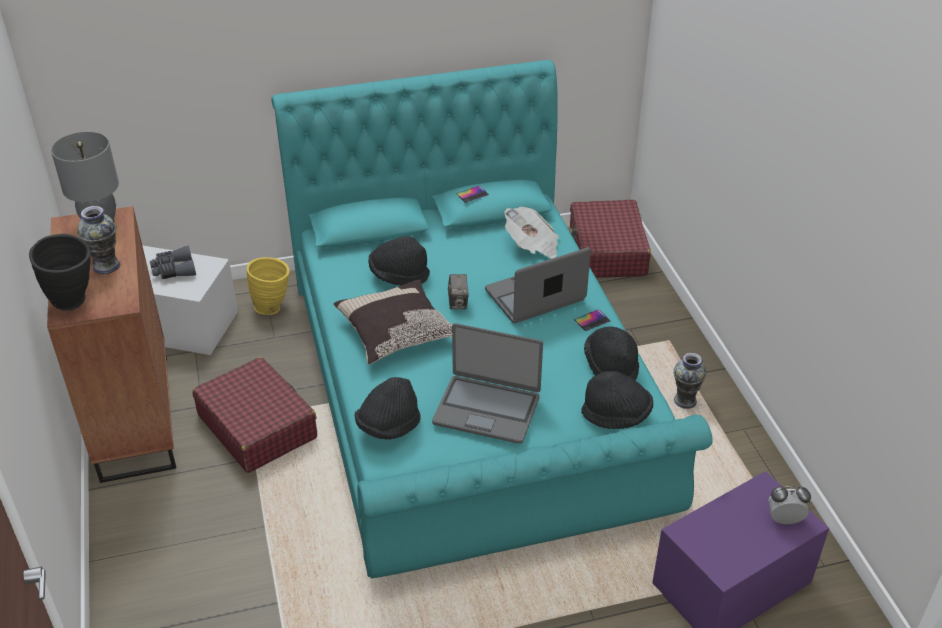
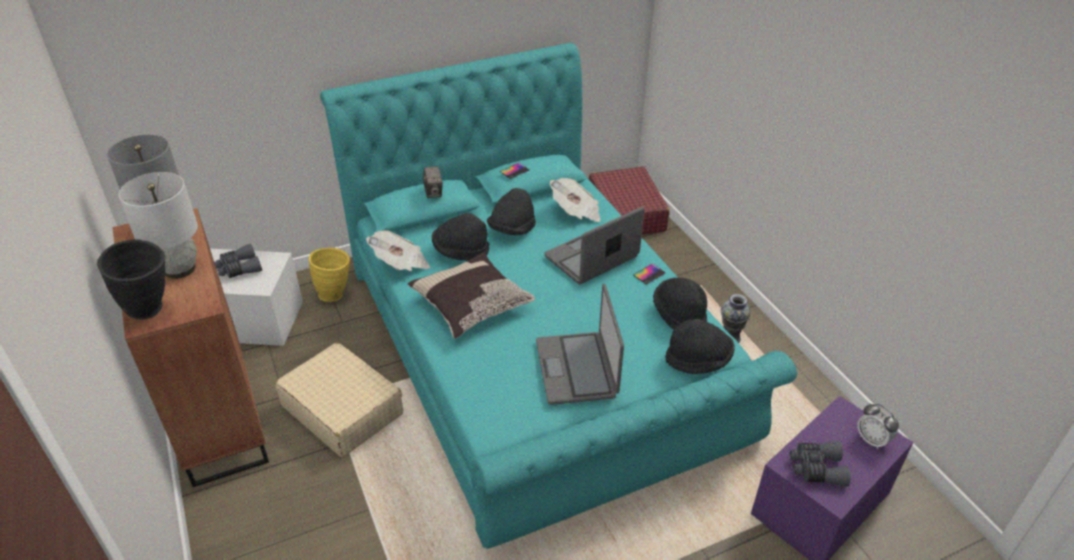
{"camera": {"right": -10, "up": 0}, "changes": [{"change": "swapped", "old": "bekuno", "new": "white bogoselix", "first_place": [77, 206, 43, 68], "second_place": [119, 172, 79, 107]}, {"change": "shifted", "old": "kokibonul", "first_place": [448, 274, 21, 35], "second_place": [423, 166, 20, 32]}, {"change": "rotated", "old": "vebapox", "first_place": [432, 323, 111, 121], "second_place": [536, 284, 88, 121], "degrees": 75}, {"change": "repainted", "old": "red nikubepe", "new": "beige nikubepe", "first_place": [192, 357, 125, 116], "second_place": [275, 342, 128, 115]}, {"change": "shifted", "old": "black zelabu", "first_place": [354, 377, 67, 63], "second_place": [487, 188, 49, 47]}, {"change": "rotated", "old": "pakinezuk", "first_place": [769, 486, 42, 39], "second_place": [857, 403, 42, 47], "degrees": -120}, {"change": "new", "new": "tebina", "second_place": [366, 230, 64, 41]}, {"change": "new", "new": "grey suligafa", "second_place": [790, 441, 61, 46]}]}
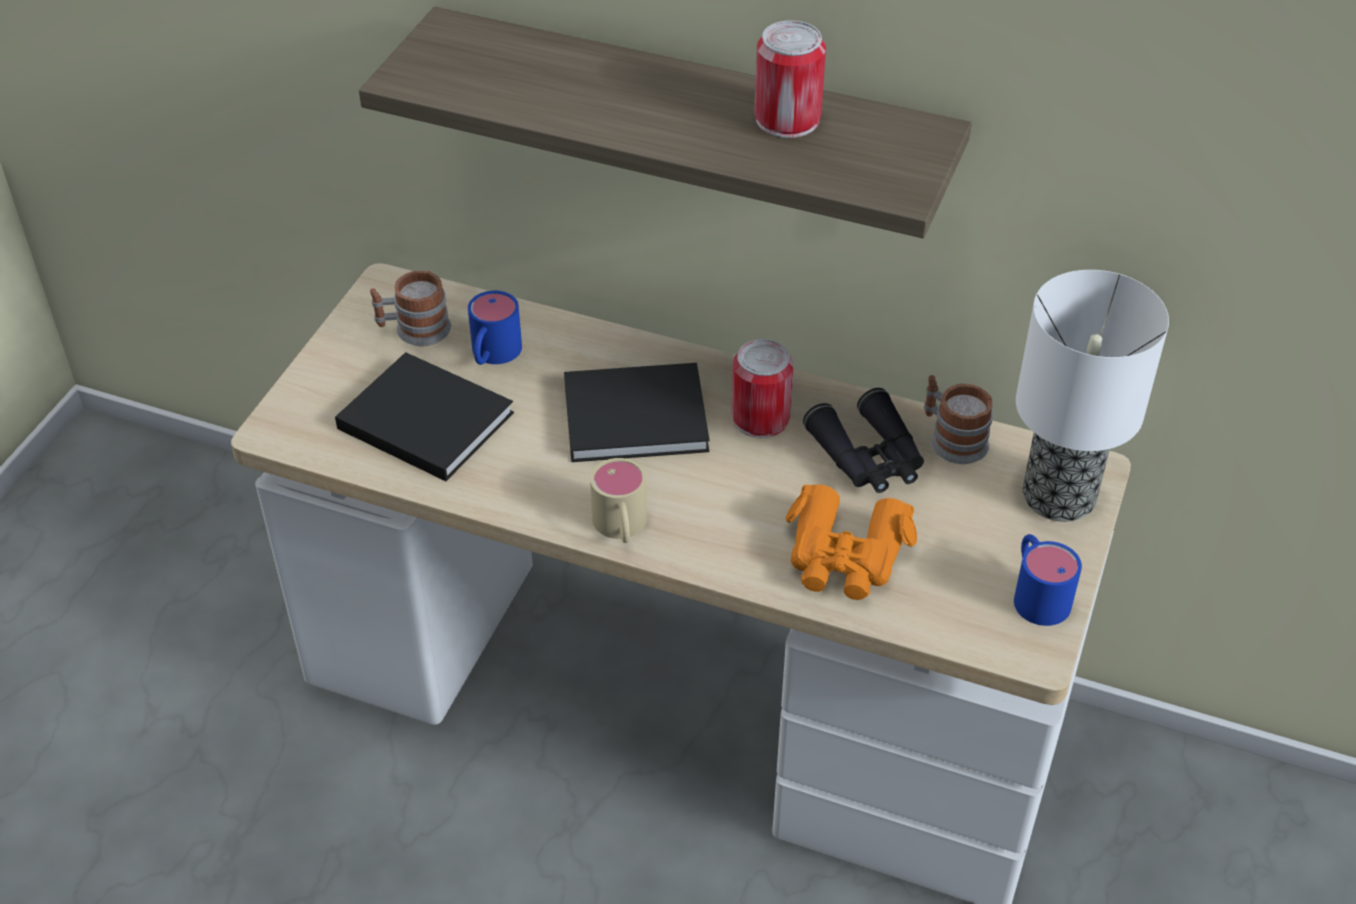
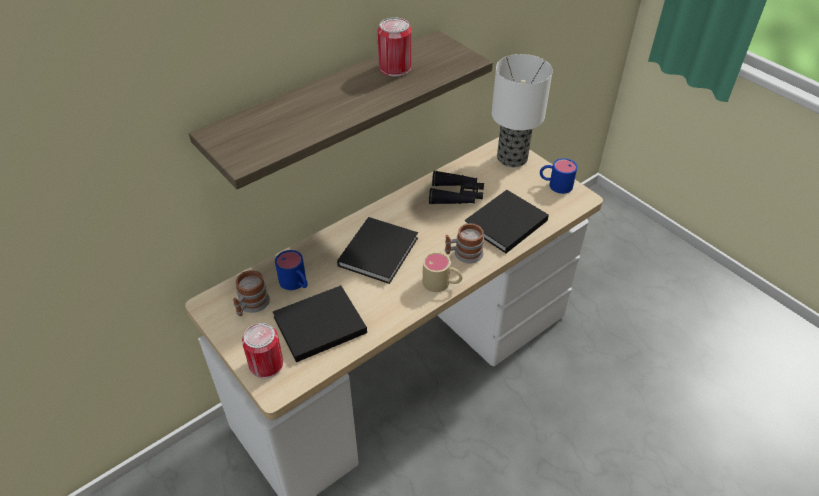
{"camera": {"right": -60, "up": 0}, "changes": [{"change": "shifted", "old": "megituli", "first_place": [731, 339, 63, 99], "second_place": [242, 323, 41, 55]}, {"change": "shifted", "old": "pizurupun", "first_place": [924, 375, 69, 89], "second_place": [445, 224, 39, 40]}, {"change": "swapped", "old": "orange suligafa", "new": "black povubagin", "first_place": [786, 484, 131, 116], "second_place": [465, 190, 84, 63]}]}
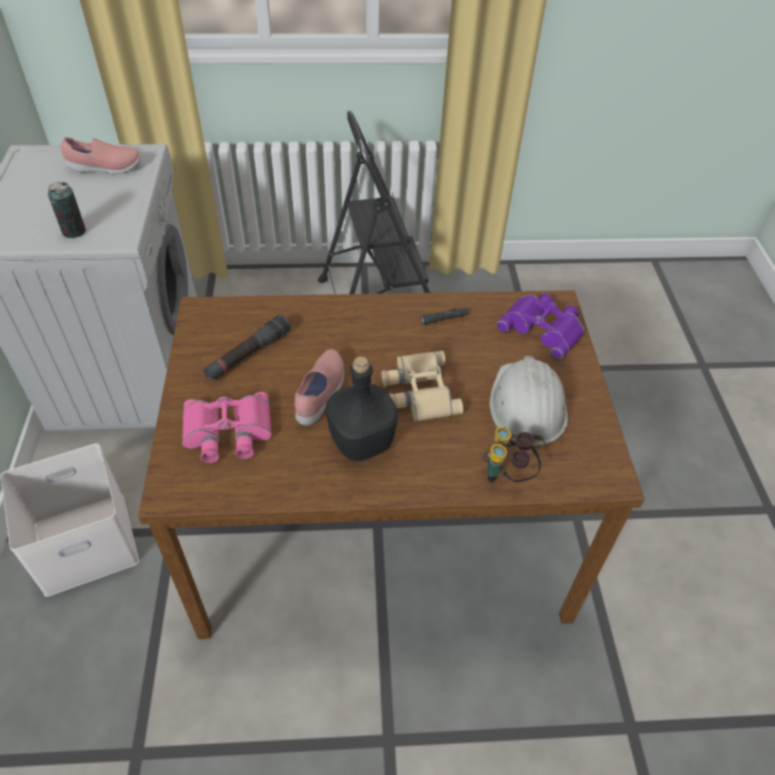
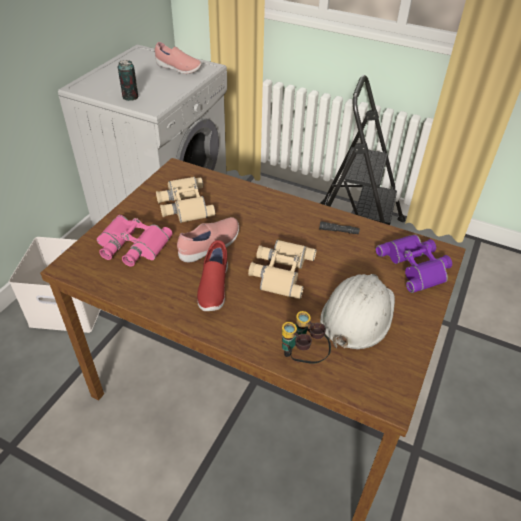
{"camera": {"right": 30, "up": -5}, "changes": [{"change": "swapped", "old": "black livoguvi", "new": "beige suligafa", "first_place": [203, 314, 88, 67], "second_place": [156, 177, 59, 46]}, {"change": "swapped", "old": "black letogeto", "new": "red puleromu", "first_place": [326, 356, 72, 105], "second_place": [197, 240, 31, 71]}]}
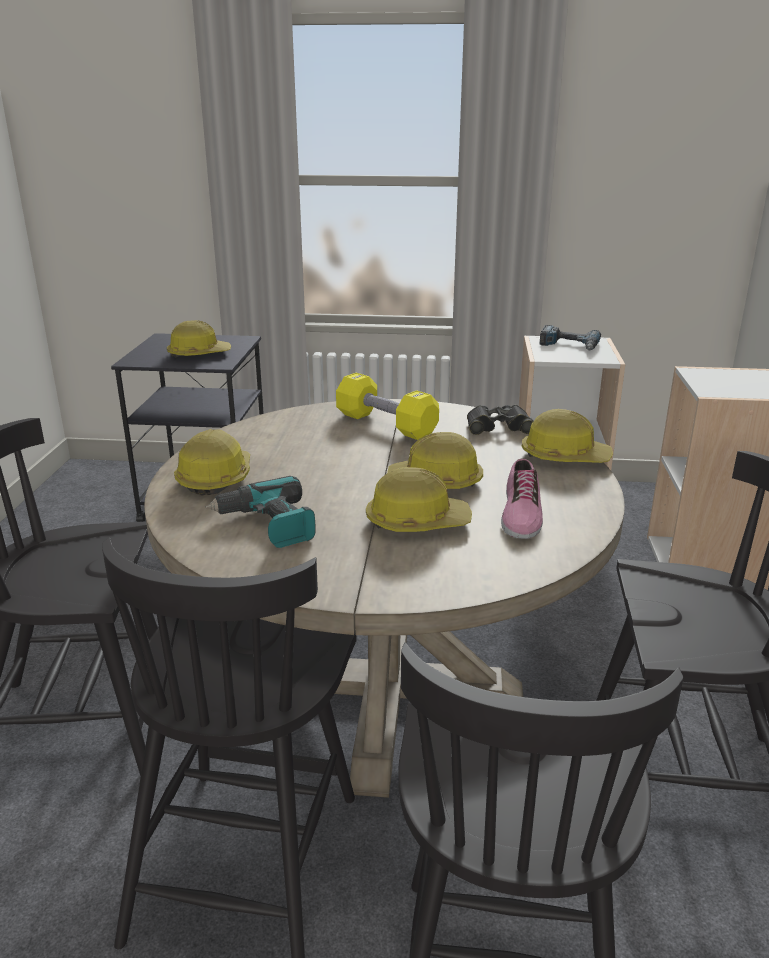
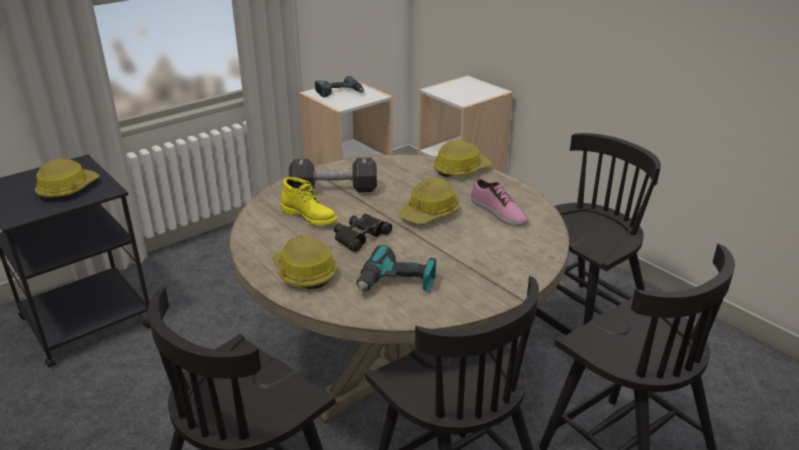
{"camera": {"right": -45, "up": 5}, "changes": [{"change": "repainted", "old": "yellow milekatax", "new": "black milekatax", "first_place": [336, 373, 103, 67], "second_place": [289, 158, 88, 35]}, {"change": "shifted", "old": "black suligafa", "first_place": [467, 405, 66, 30], "second_place": [334, 214, 58, 38]}, {"change": "gone", "old": "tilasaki", "first_place": [366, 467, 106, 65]}, {"change": "new", "new": "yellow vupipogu", "second_place": [281, 177, 56, 48]}]}
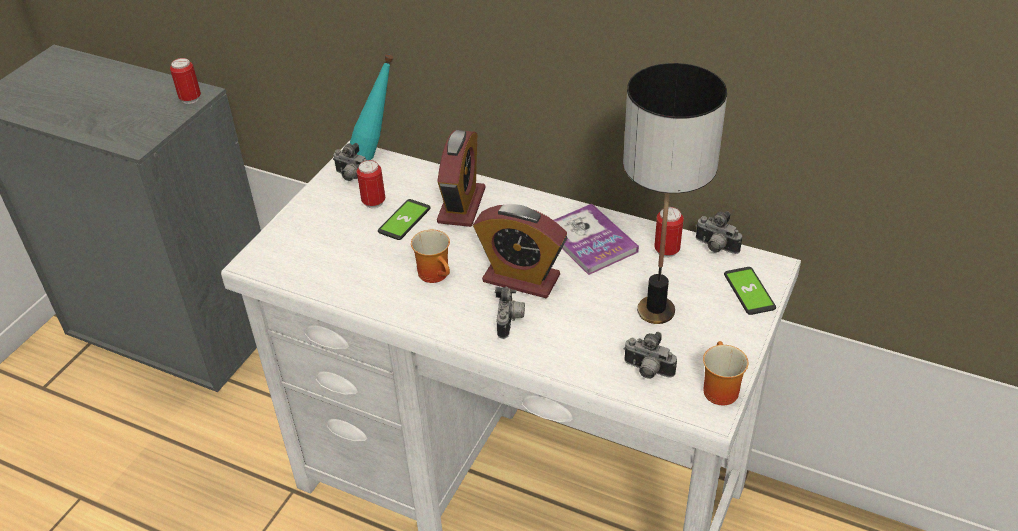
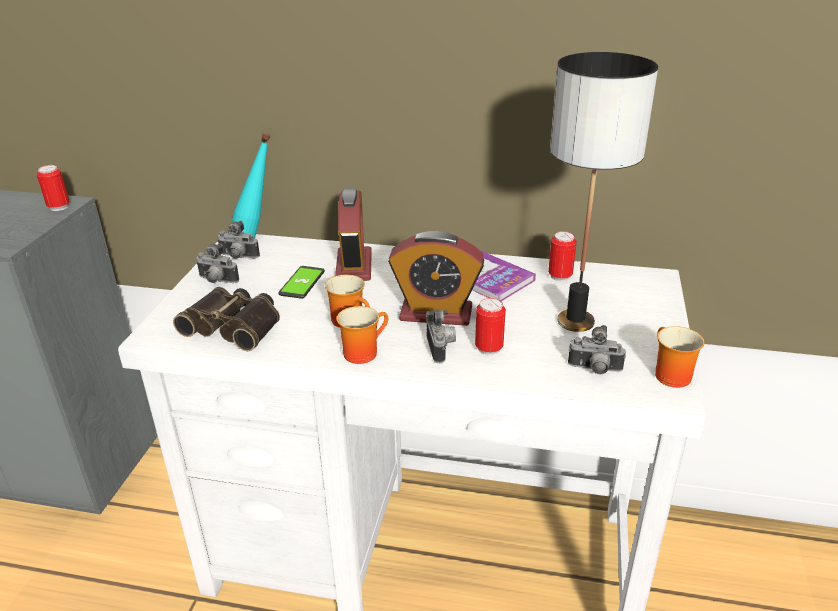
{"camera": {"right": -15, "up": -10}, "changes": [{"change": "shifted", "old": "megituli", "first_place": [357, 160, 28, 48], "second_place": [475, 298, 31, 57]}, {"change": "shifted", "old": "kokibonul", "first_place": [696, 211, 46, 43], "second_place": [196, 243, 43, 40]}, {"change": "gone", "old": "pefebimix", "first_place": [724, 267, 52, 48]}, {"change": "new", "new": "suligafa", "second_place": [173, 287, 107, 65]}, {"change": "new", "new": "pizurupun", "second_place": [336, 306, 52, 58]}]}
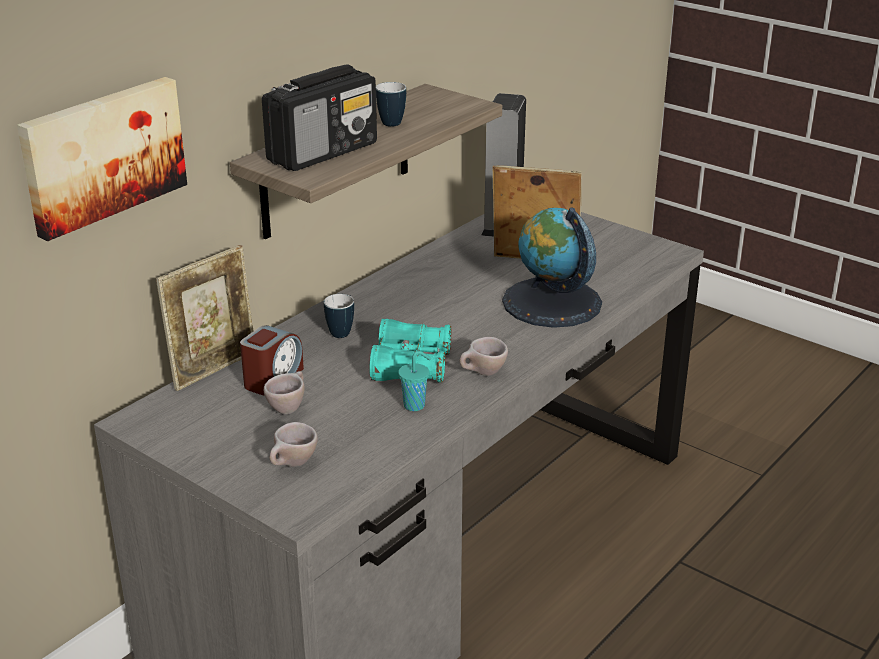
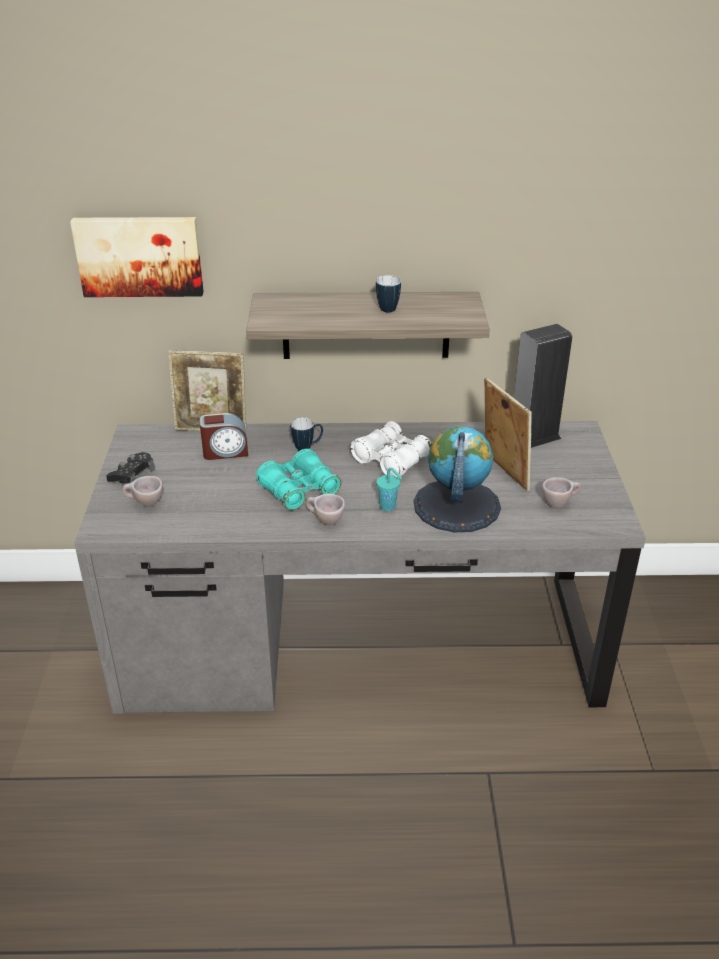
{"camera": {"right": 50, "up": 5}, "changes": [{"change": "gone", "old": "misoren", "first_place": [262, 64, 115, 107]}, {"change": "shifted", "old": "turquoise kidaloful", "first_place": [398, 351, 33, 60], "second_place": [376, 468, 26, 43]}, {"change": "shifted", "old": "beige kidaloful", "first_place": [264, 371, 41, 44], "second_place": [542, 477, 39, 31]}, {"change": "new", "new": "white suligafa", "second_place": [350, 421, 82, 57]}, {"change": "new", "new": "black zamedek", "second_place": [106, 452, 49, 32]}]}
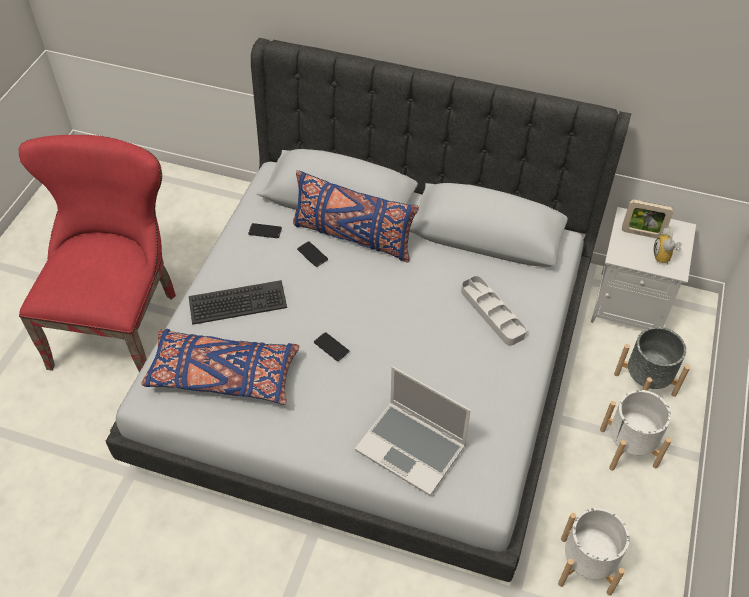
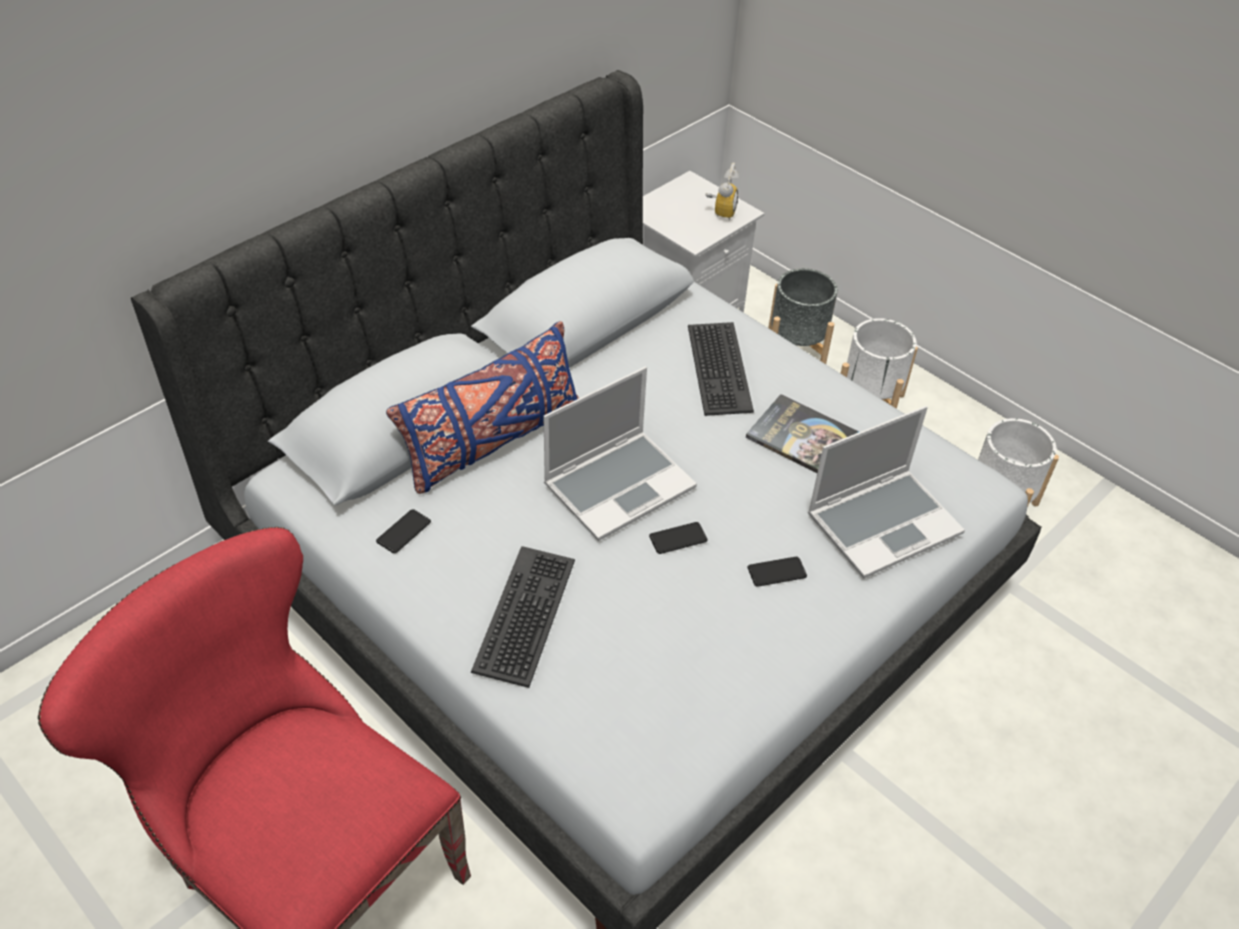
{"camera": {"right": -65, "up": -5}, "changes": [{"change": "gone", "old": "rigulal", "first_place": [622, 200, 51, 39]}, {"change": "rotated", "old": "pakinezuk", "first_place": [653, 226, 29, 39], "second_place": [705, 163, 35, 57], "degrees": -105}, {"change": "shifted", "old": "pefebimix", "first_place": [297, 241, 31, 26], "second_place": [748, 557, 59, 30]}, {"change": "swapped", "old": "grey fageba", "new": "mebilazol", "first_place": [461, 276, 65, 70], "second_place": [688, 322, 66, 94]}, {"change": "gone", "old": "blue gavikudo", "first_place": [142, 329, 157, 76]}, {"change": "new", "new": "vebapox", "second_place": [544, 367, 153, 174]}, {"change": "new", "new": "povubagin", "second_place": [746, 394, 113, 79]}]}
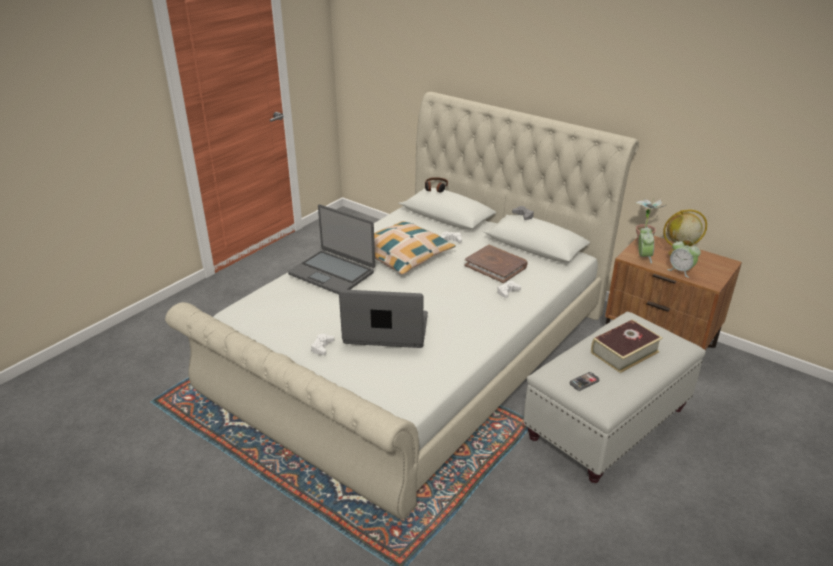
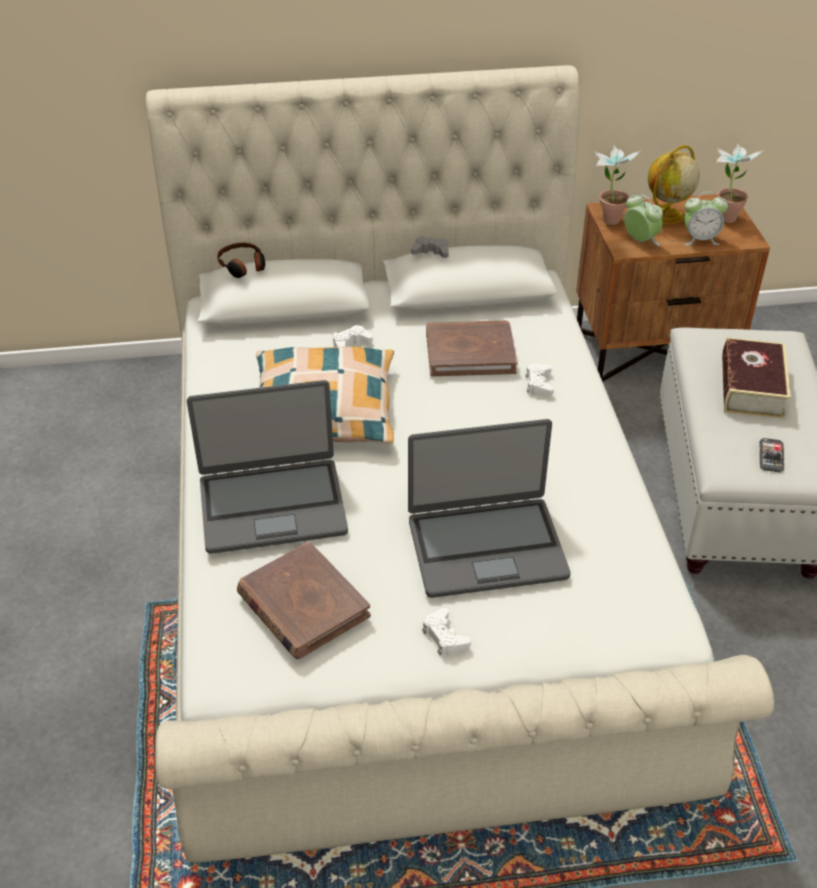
{"camera": {"right": -45, "up": 10}, "changes": [{"change": "rotated", "old": "vebapox", "first_place": [339, 289, 89, 59], "second_place": [408, 419, 163, 179], "degrees": -150}, {"change": "new", "new": "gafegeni", "second_place": [716, 143, 47, 80]}, {"change": "new", "new": "brown povubagin", "second_place": [237, 542, 134, 117]}]}
